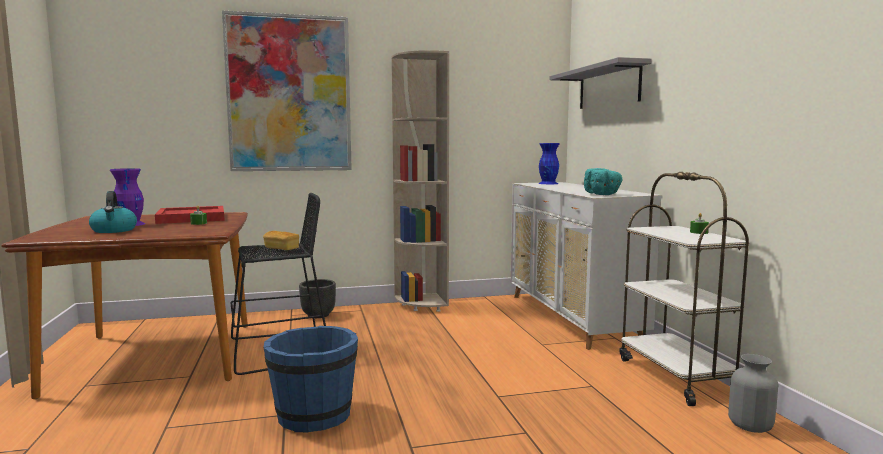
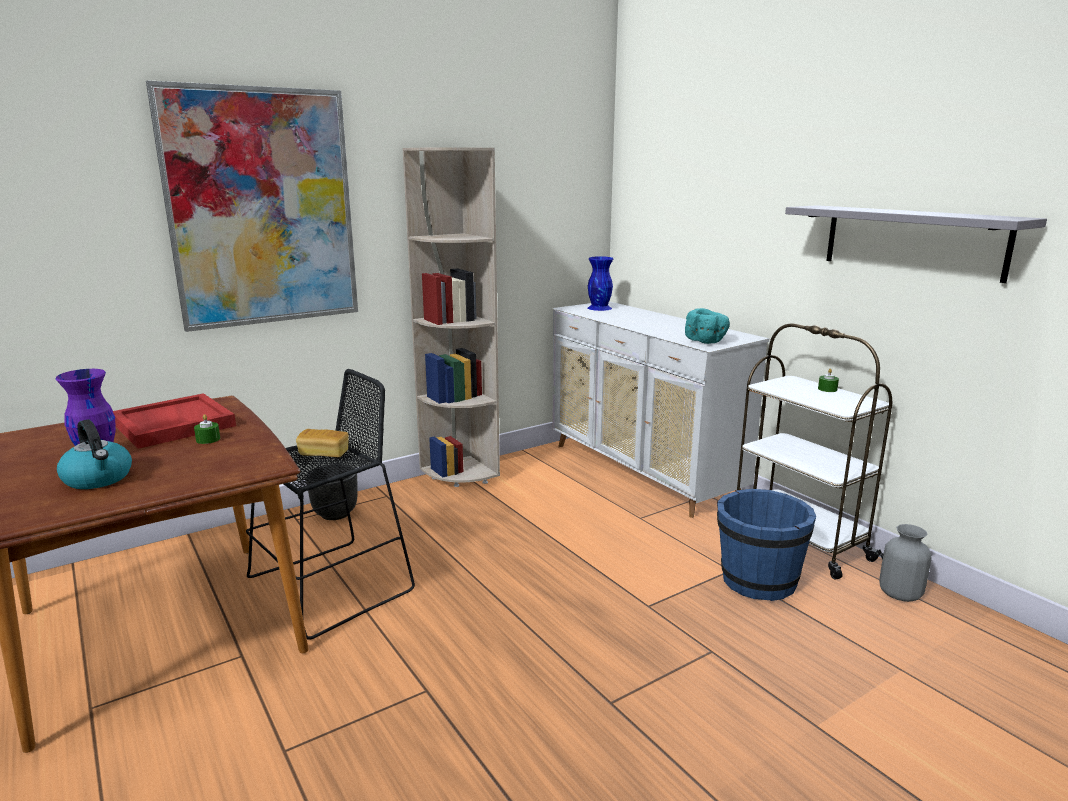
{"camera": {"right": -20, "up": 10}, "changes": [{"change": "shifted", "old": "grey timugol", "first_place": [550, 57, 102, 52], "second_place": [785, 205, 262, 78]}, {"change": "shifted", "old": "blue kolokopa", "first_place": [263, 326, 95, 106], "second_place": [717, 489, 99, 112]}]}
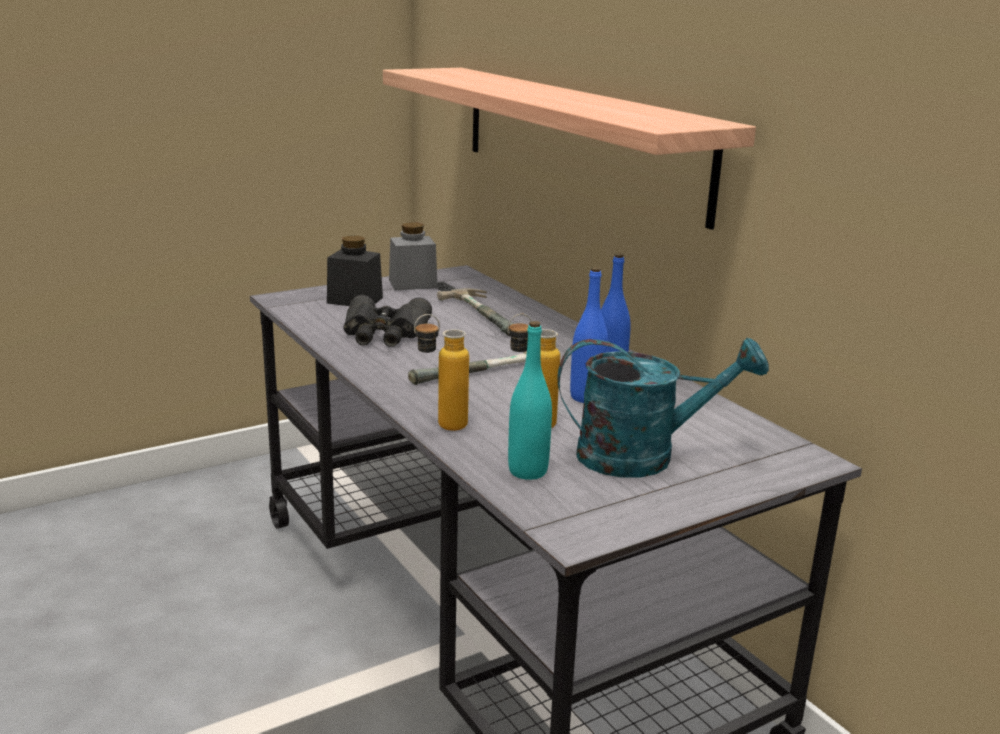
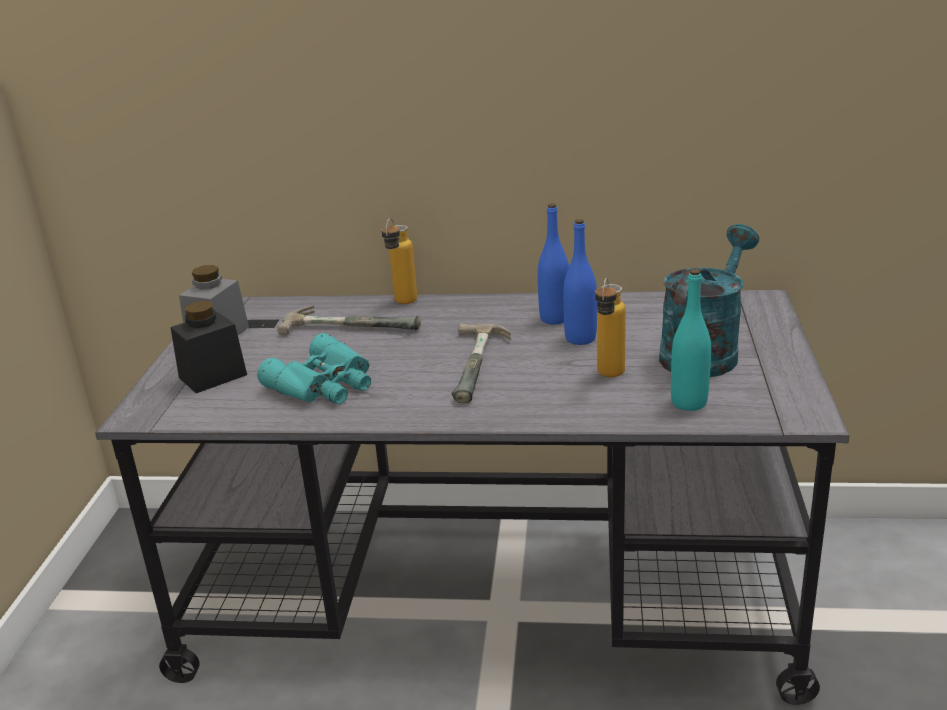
{"camera": {"right": -50, "up": 5}, "changes": [{"change": "gone", "old": "timugol", "first_place": [383, 68, 373, 162]}, {"change": "repainted", "old": "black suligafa", "new": "turquoise suligafa", "first_place": [343, 295, 89, 52], "second_place": [257, 333, 114, 71]}, {"change": "shifted", "old": "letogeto", "first_place": [414, 314, 55, 117], "second_place": [381, 218, 36, 86]}]}
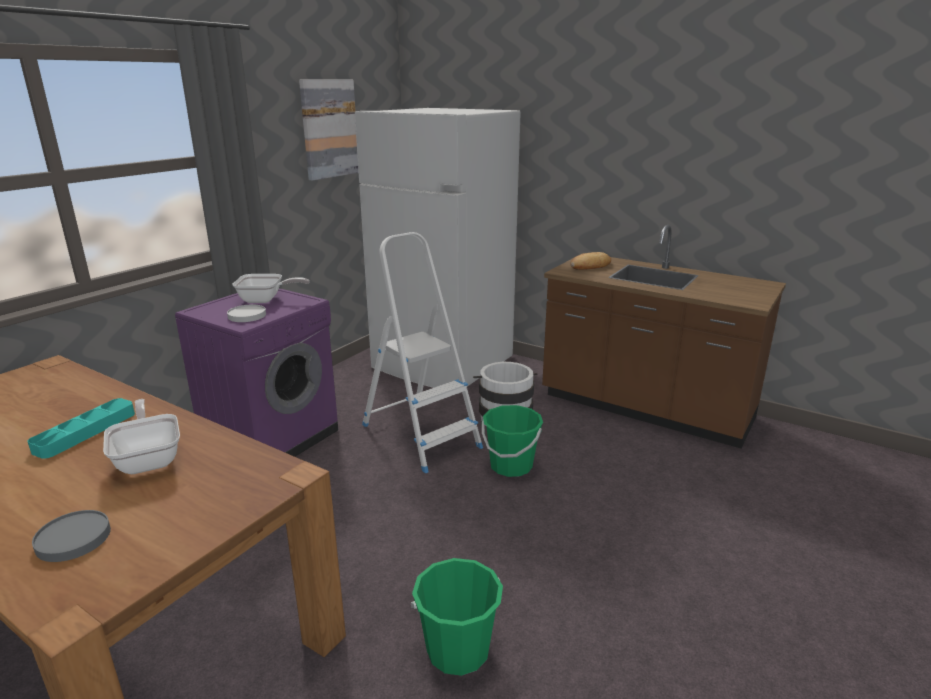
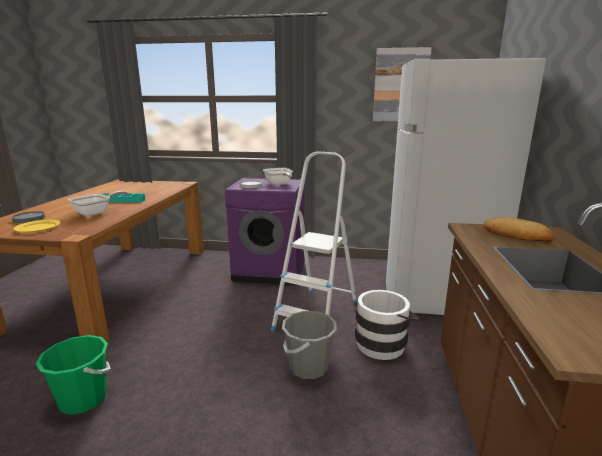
{"camera": {"right": 65, "up": -5}, "changes": [{"change": "repainted", "old": "green kolokopa", "new": "grey kolokopa", "first_place": [482, 405, 61, 72], "second_place": [282, 311, 55, 68]}, {"change": "new", "new": "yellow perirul", "second_place": [14, 220, 46, 13]}]}
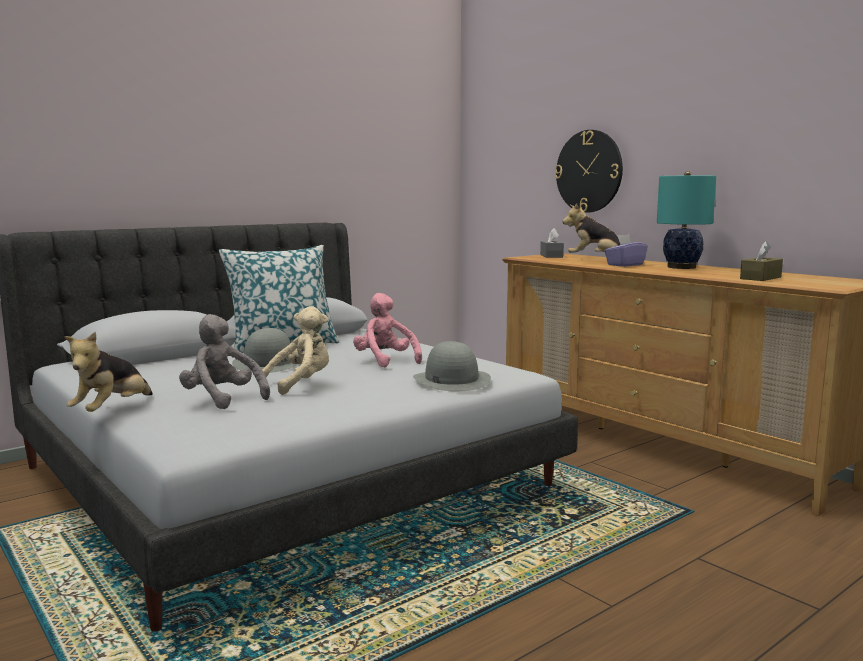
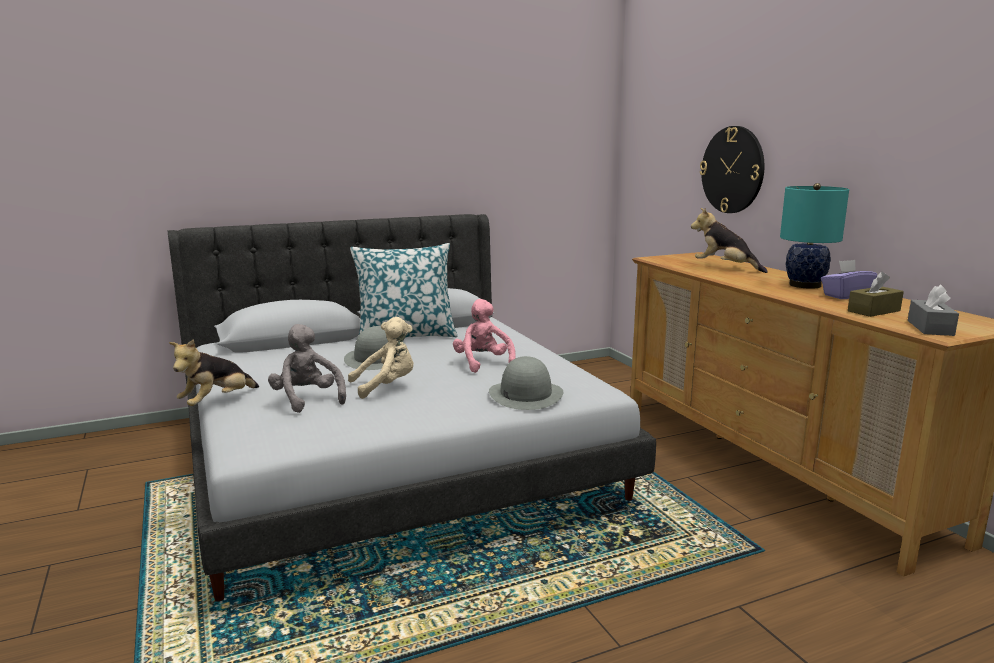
{"camera": {"right": 15, "up": 5}, "changes": [{"change": "shifted", "old": "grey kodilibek", "first_place": [540, 228, 24, 30], "second_place": [908, 285, 51, 51]}, {"change": "shifted", "old": "purple kodilibek", "first_place": [604, 235, 44, 32], "second_place": [821, 260, 56, 39]}]}
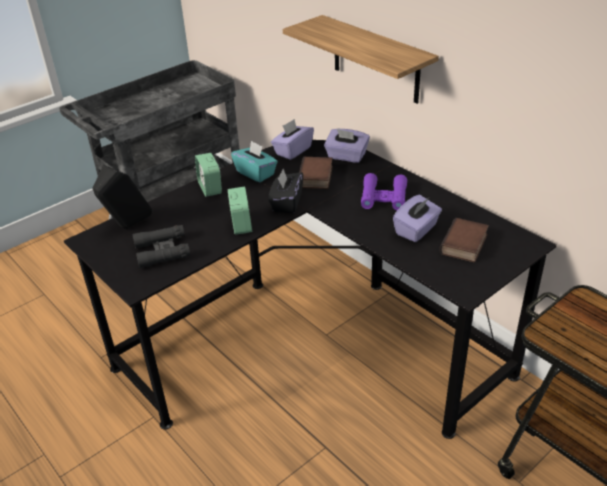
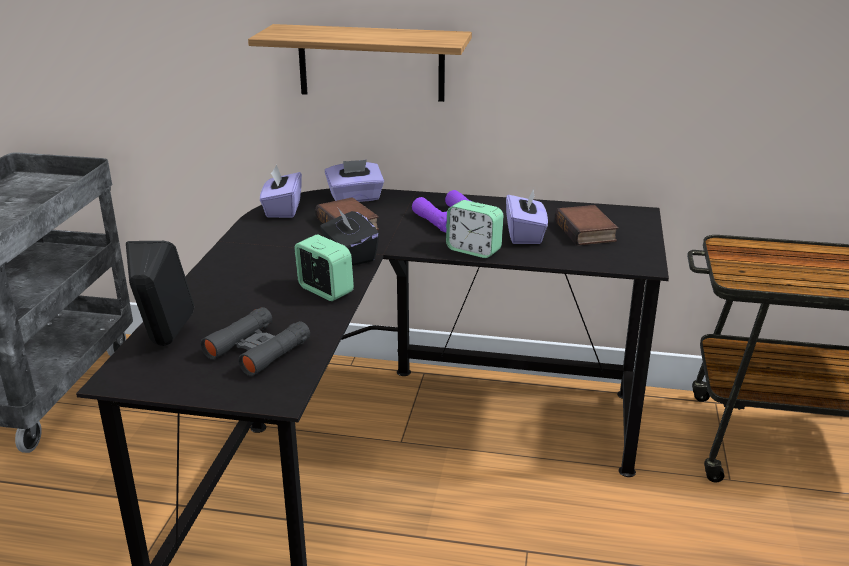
{"camera": {"right": -40, "up": -10}, "changes": [{"change": "gone", "old": "turquoise kodilibek", "first_place": [231, 141, 47, 41]}, {"change": "shifted", "old": "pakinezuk", "first_place": [195, 153, 27, 44], "second_place": [446, 200, 58, 58]}]}
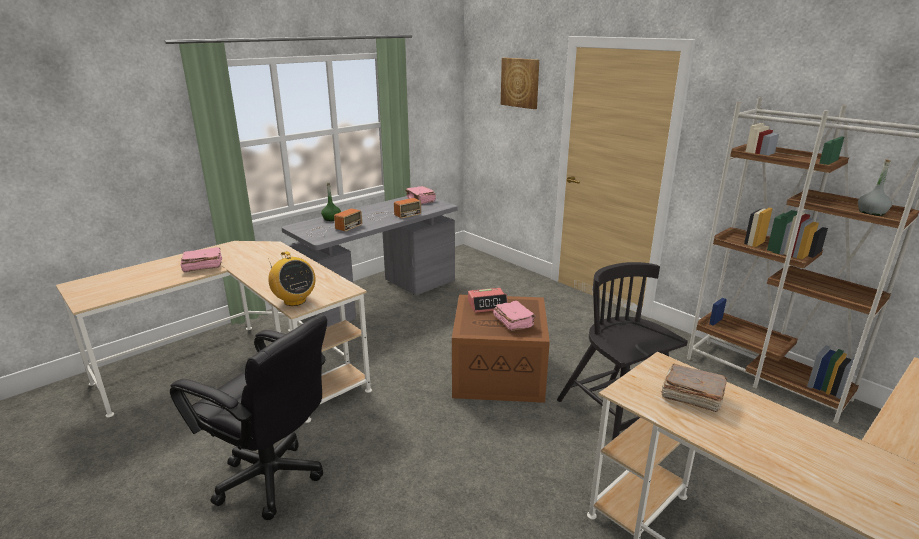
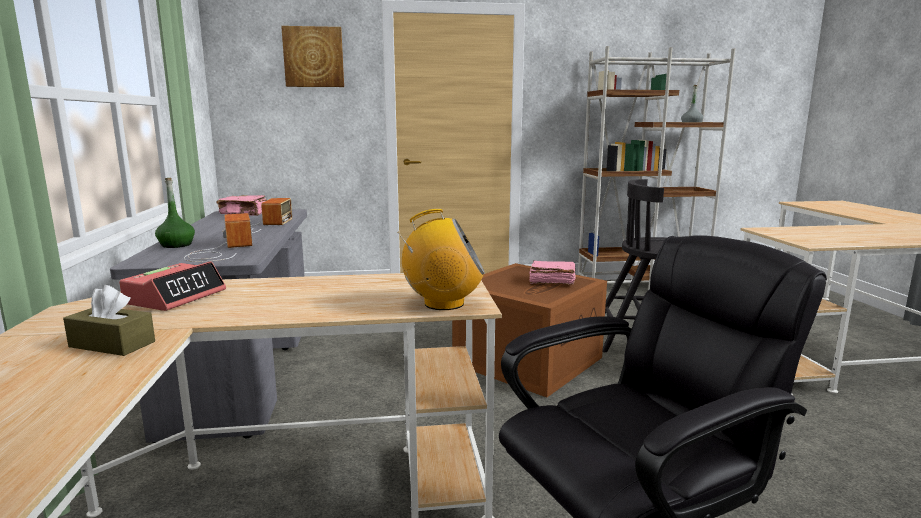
{"camera": {"right": -55, "up": -10}, "changes": [{"change": "swapped", "old": "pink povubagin", "new": "brown kodilibek", "first_place": [180, 247, 42, 26], "second_place": [63, 285, 92, 71]}, {"change": "shifted", "old": "pakinezuk", "first_place": [468, 288, 40, 25], "second_place": [119, 261, 107, 50]}, {"change": "gone", "old": "brown povubagin", "first_place": [661, 364, 66, 48]}]}
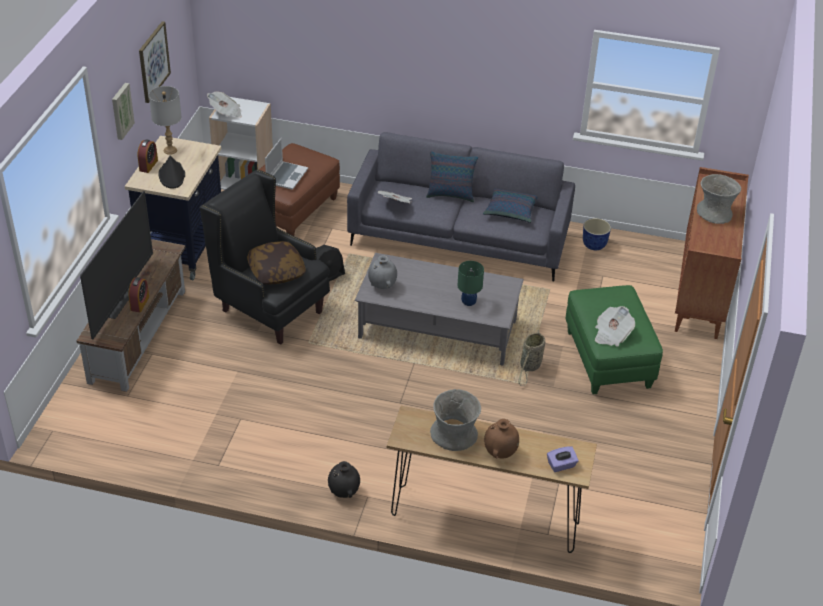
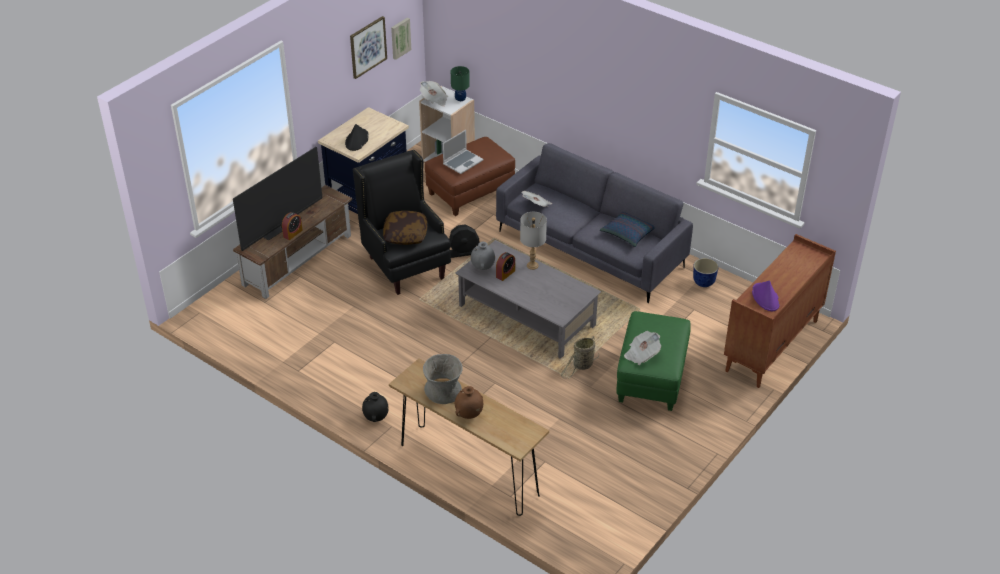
{"camera": {"right": 25, "up": 0}, "changes": [{"change": "shifted", "old": "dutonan", "first_place": [112, 83, 23, 57], "second_place": [391, 18, 20, 42]}, {"change": "shifted", "old": "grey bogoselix", "first_place": [149, 86, 33, 69], "second_place": [520, 212, 27, 58]}, {"change": "shifted", "old": "pakinezuk", "first_place": [138, 139, 20, 34], "second_place": [496, 252, 19, 29]}, {"change": "gone", "old": "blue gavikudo", "first_place": [426, 151, 52, 51]}, {"change": "gone", "old": "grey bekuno", "first_place": [697, 174, 44, 50]}, {"change": "shifted", "old": "green bogoselix", "first_place": [457, 261, 27, 45], "second_place": [451, 66, 19, 35]}, {"change": "gone", "old": "purple kodilibek", "first_place": [547, 446, 32, 26]}, {"change": "new", "new": "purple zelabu", "second_place": [752, 280, 28, 31]}]}
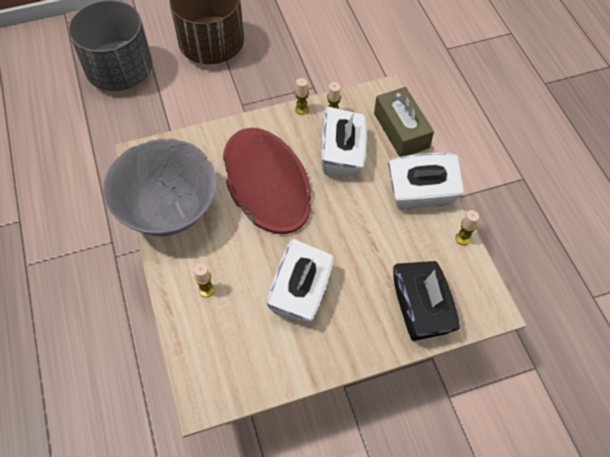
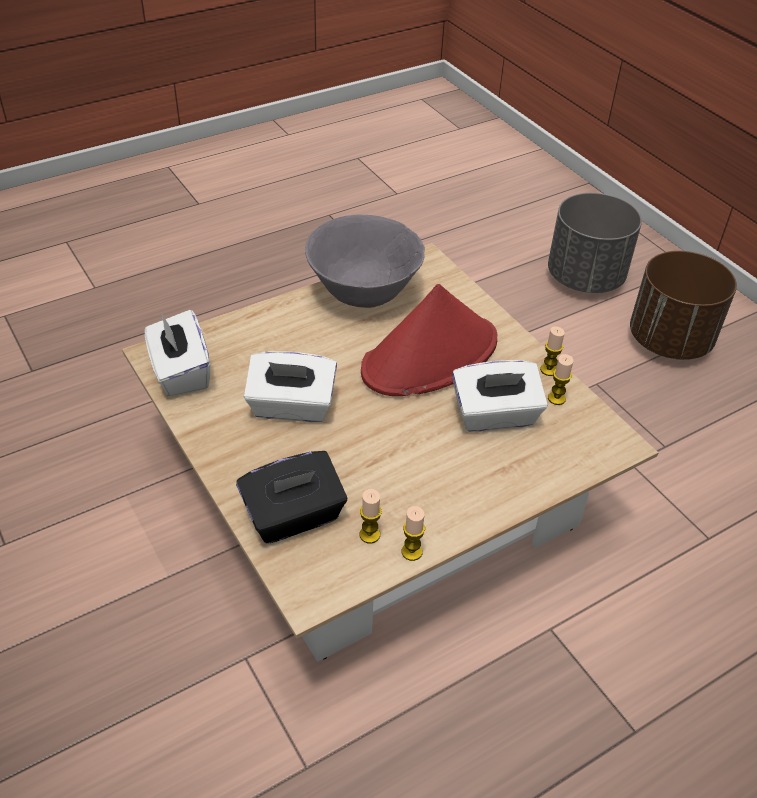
{"camera": {"right": 75, "up": -15}, "changes": [{"change": "gone", "old": "brown kodilibek", "first_place": [374, 87, 60, 70]}, {"change": "shifted", "old": "white kodilibek", "first_place": [388, 153, 76, 56], "second_place": [145, 310, 65, 87]}, {"change": "shifted", "old": "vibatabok", "first_place": [194, 263, 21, 34], "second_place": [360, 489, 22, 54]}]}
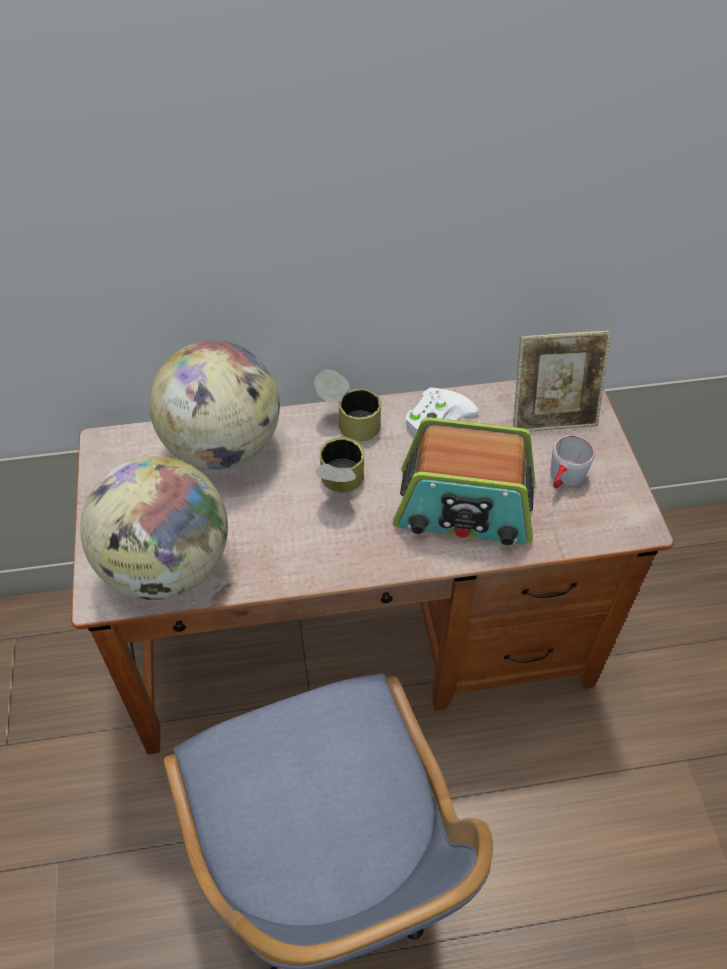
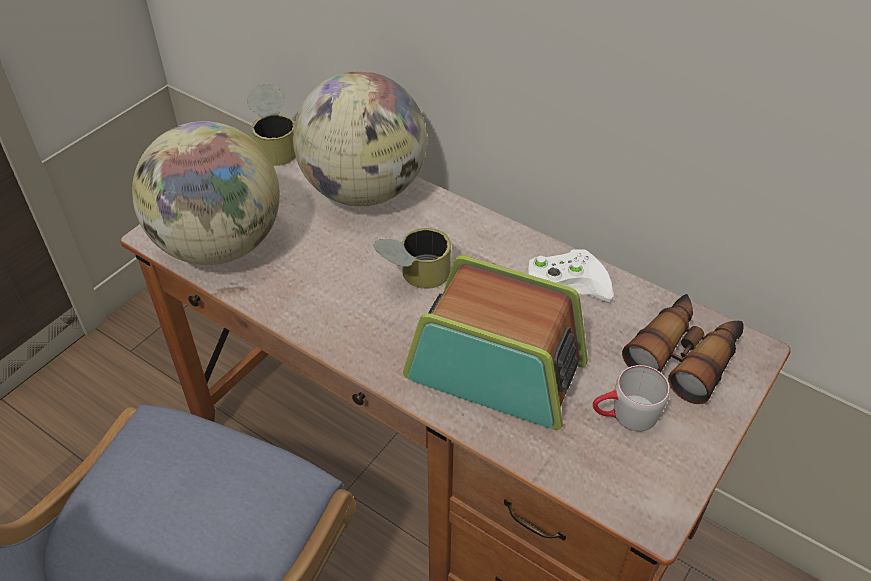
{"camera": {"right": 45, "up": -5}, "changes": [{"change": "swapped", "old": "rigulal", "new": "suligafa", "first_place": [513, 331, 99, 101], "second_place": [622, 294, 121, 110]}, {"change": "shifted", "old": "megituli", "first_place": [314, 369, 67, 72], "second_place": [247, 84, 49, 82]}, {"change": "rotated", "old": "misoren", "first_place": [393, 417, 142, 128], "second_place": [403, 255, 185, 175], "degrees": 150}]}
